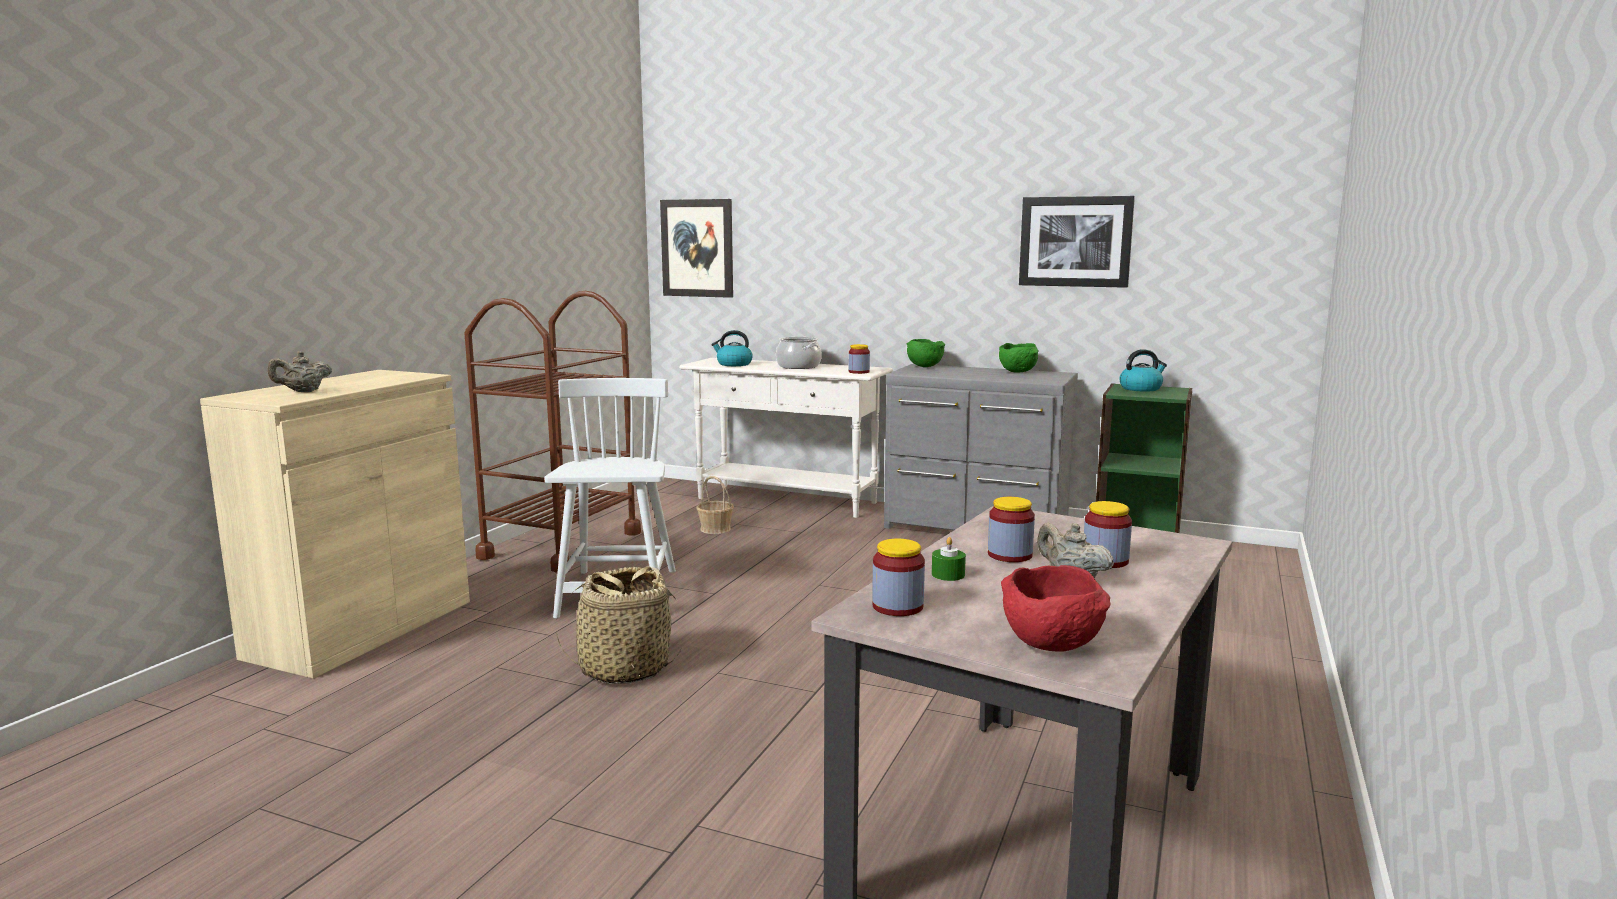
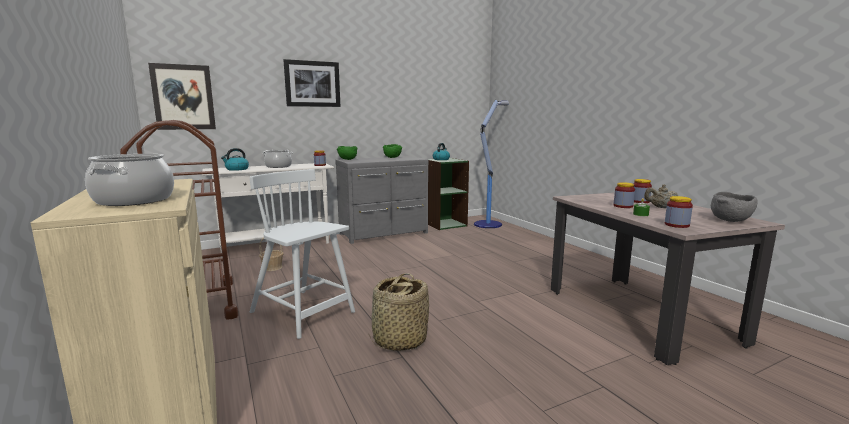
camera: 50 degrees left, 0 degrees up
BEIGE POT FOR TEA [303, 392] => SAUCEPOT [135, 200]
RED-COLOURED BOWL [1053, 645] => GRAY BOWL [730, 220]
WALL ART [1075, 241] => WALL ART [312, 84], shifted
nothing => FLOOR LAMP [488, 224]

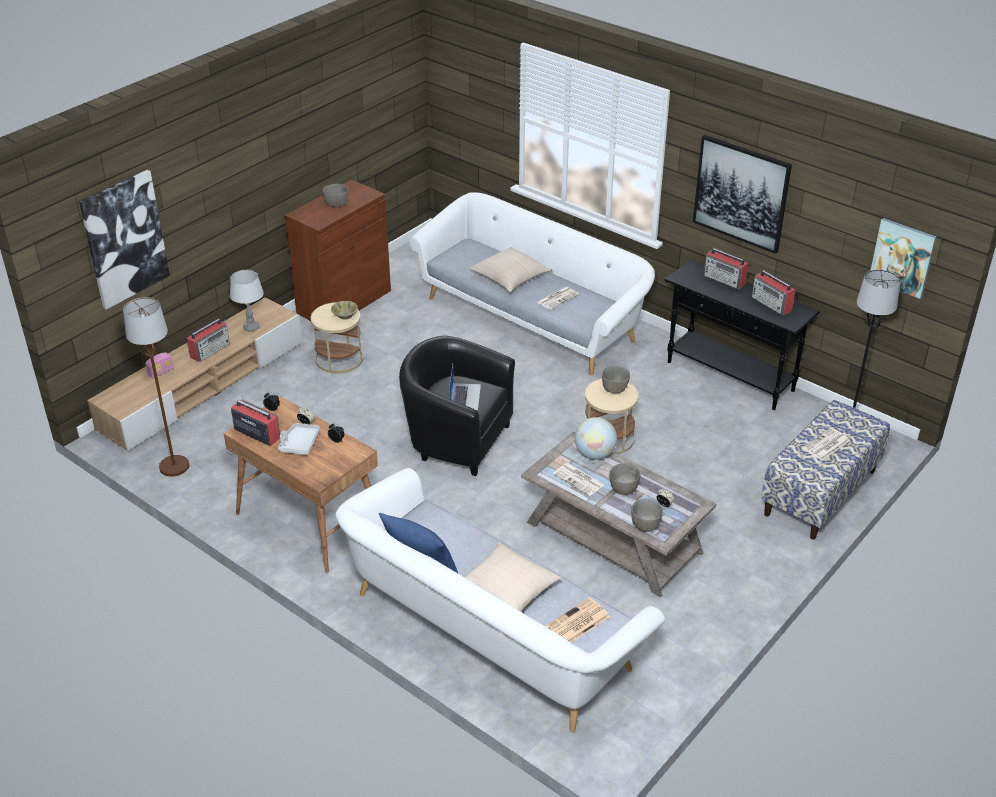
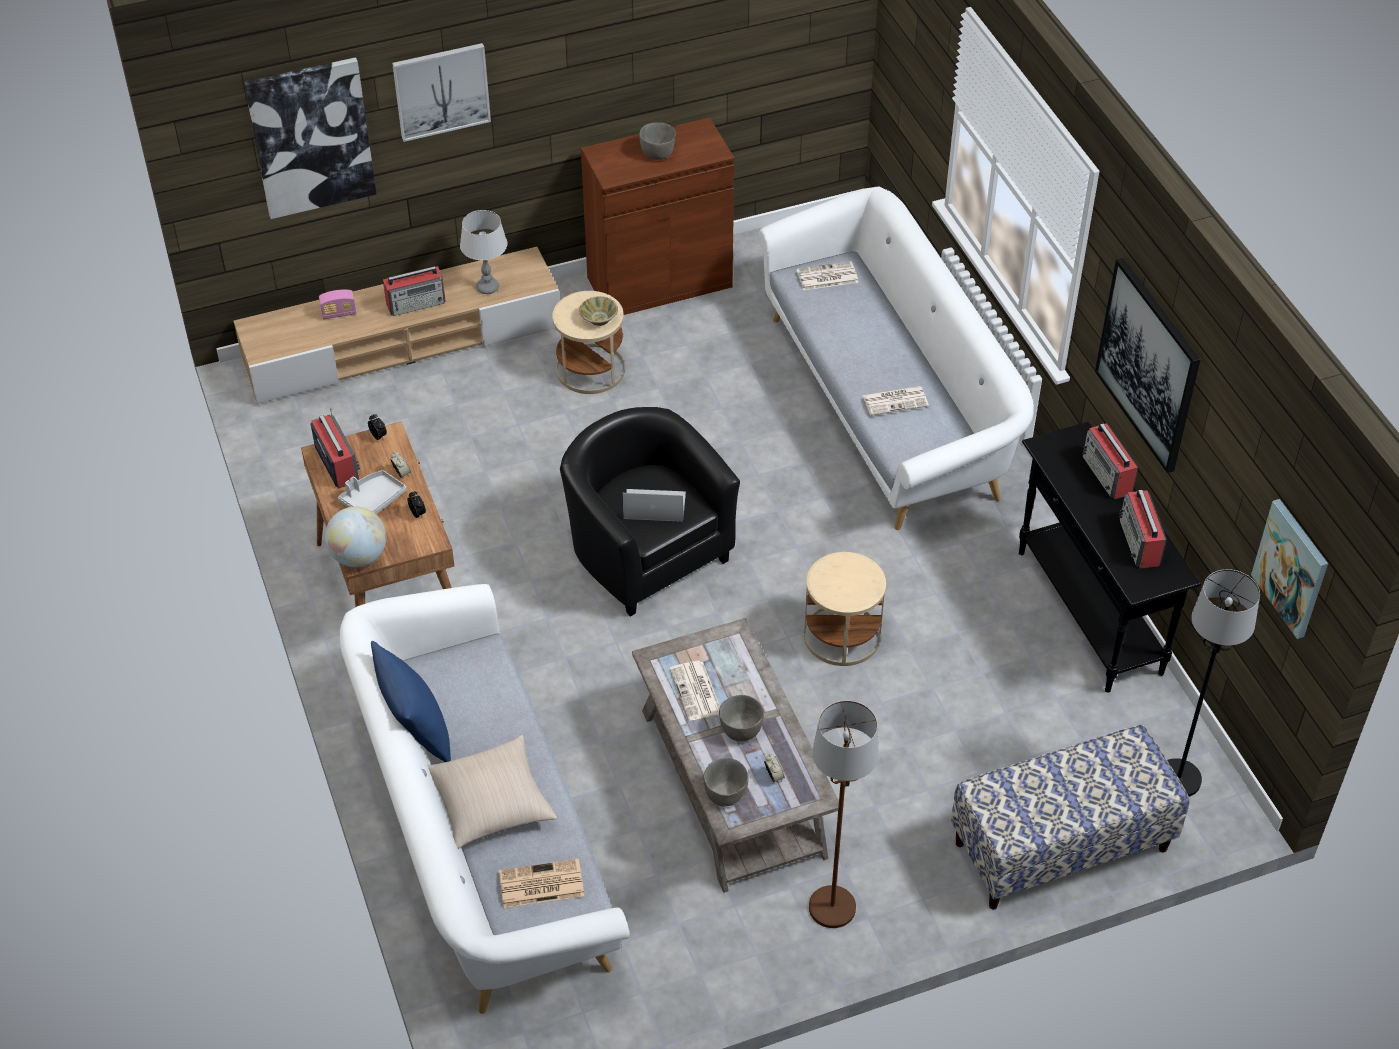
camera: 30 degrees right, 10 degrees up
BROWNISH FLOOR LAMP [174, 466] => BROWNISH FLOOR LAMP [832, 907], shifted
PORTABLE COMPUTER [465, 396] => PORTABLE COMPUTER [654, 505], 120 degrees counterclockwise
BEIGE CUSHION [510, 278] => nothing
DESK GLOBE [594, 454] => DESK GLOBE [359, 557], shifted
GRAY BOWL [615, 389] => nothing
DAILY PAPER [826, 445] => DAILY PAPER [826, 277], shifted
nothing => WALL ART [441, 91]

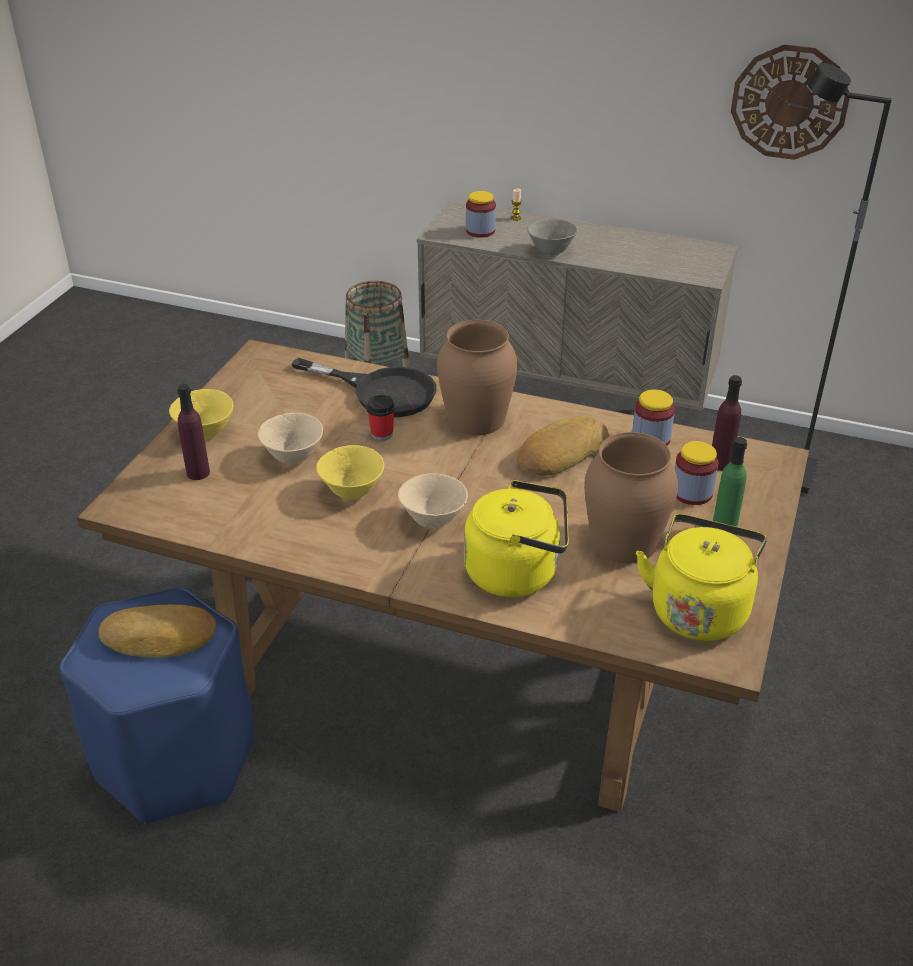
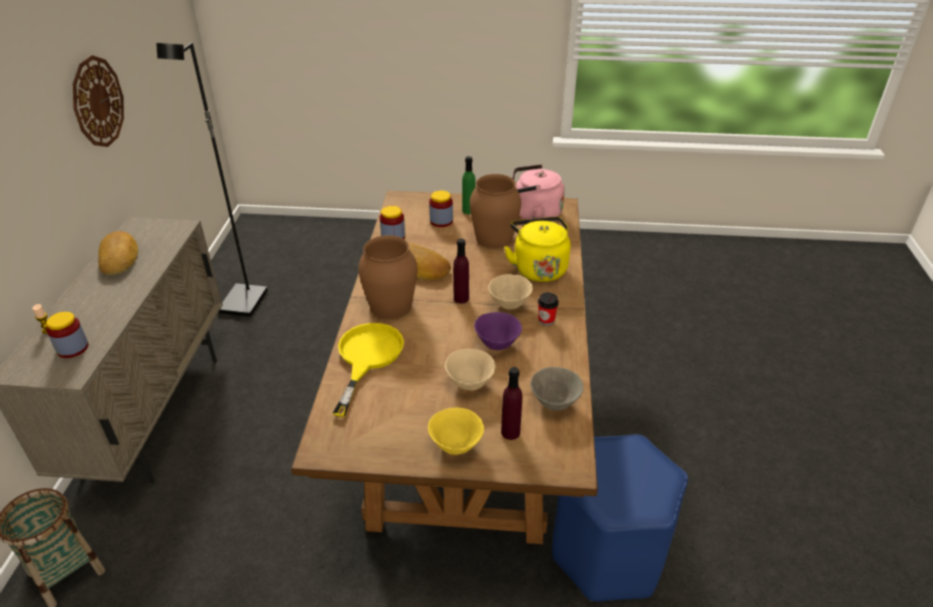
camera: 105 degrees left, 0 degrees up
BAKED BREAD [159, 638] => BAKED BREAD [120, 257], shifted
BLACKISH FRYING PAN [381, 391] => YELLOW-COLOURED FRYING PAN [367, 358]
YELLOW-COLOURED BOWL [352, 492] => PURPLE BOWL [497, 344]
DRINKING CUP [382, 434] => DRINKING CUP [546, 320], shifted
GRAY BOWL [550, 252] => GRAY BOWL [554, 404], shifted
YELLOW-COLOURED WATER KETTLE [698, 609] => PINK WATER KETTLE [534, 214]
PURPLE BEVERAGE BOTTLE [720, 463] => PURPLE BEVERAGE BOTTLE [461, 298], shifted

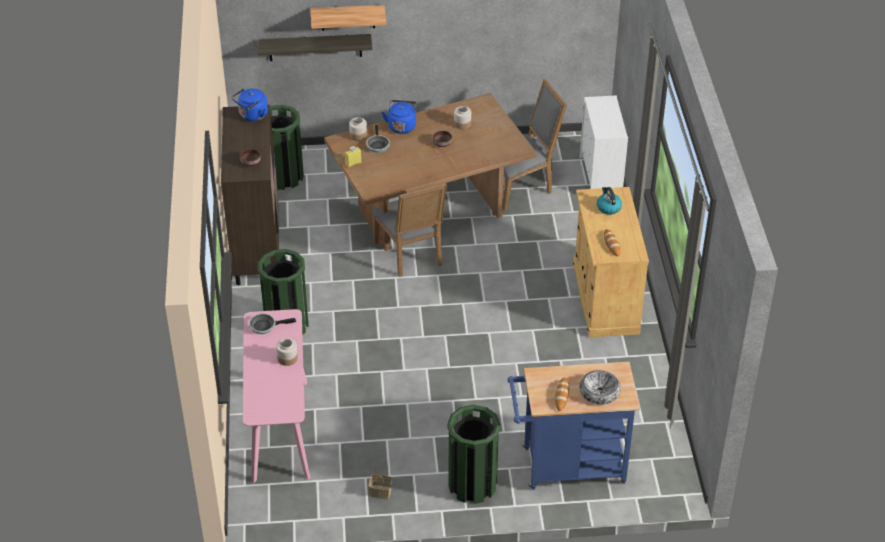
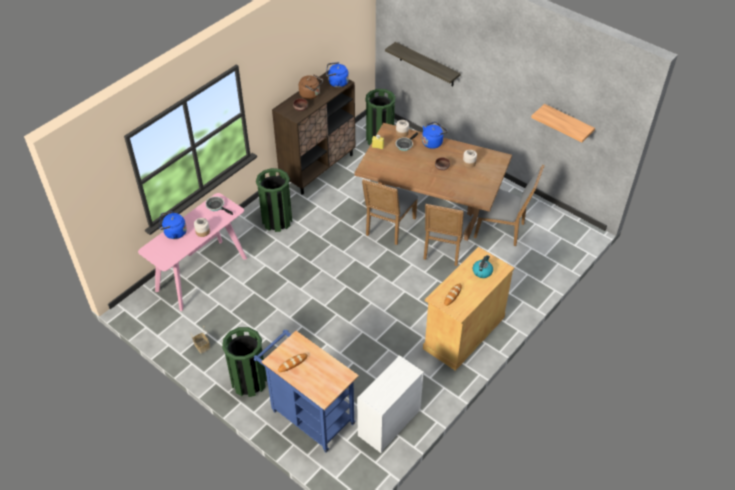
camera: 45 degrees right, 5 degrees up
WALL SHELF [348, 17] => WALL SHELF [567, 123], shifted
BOWL [599, 392] => nothing
WHITE CHEST OF DRAWERS [600, 177] => WHITE CHEST OF DRAWERS [388, 423], shifted
nothing => BLUE-COLOURED WATER KETTLE [174, 233]
nothing => BROWNISH WATER KETTLE [311, 94]
nothing => GRAY PLAIN CHAIR [443, 249]

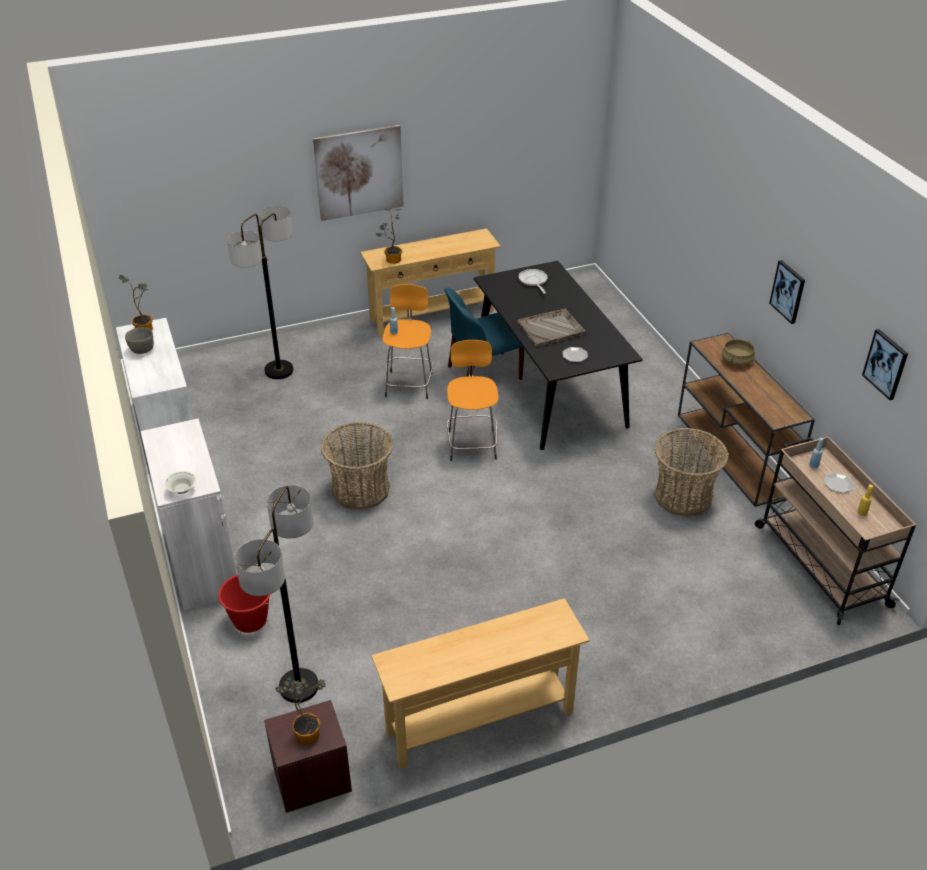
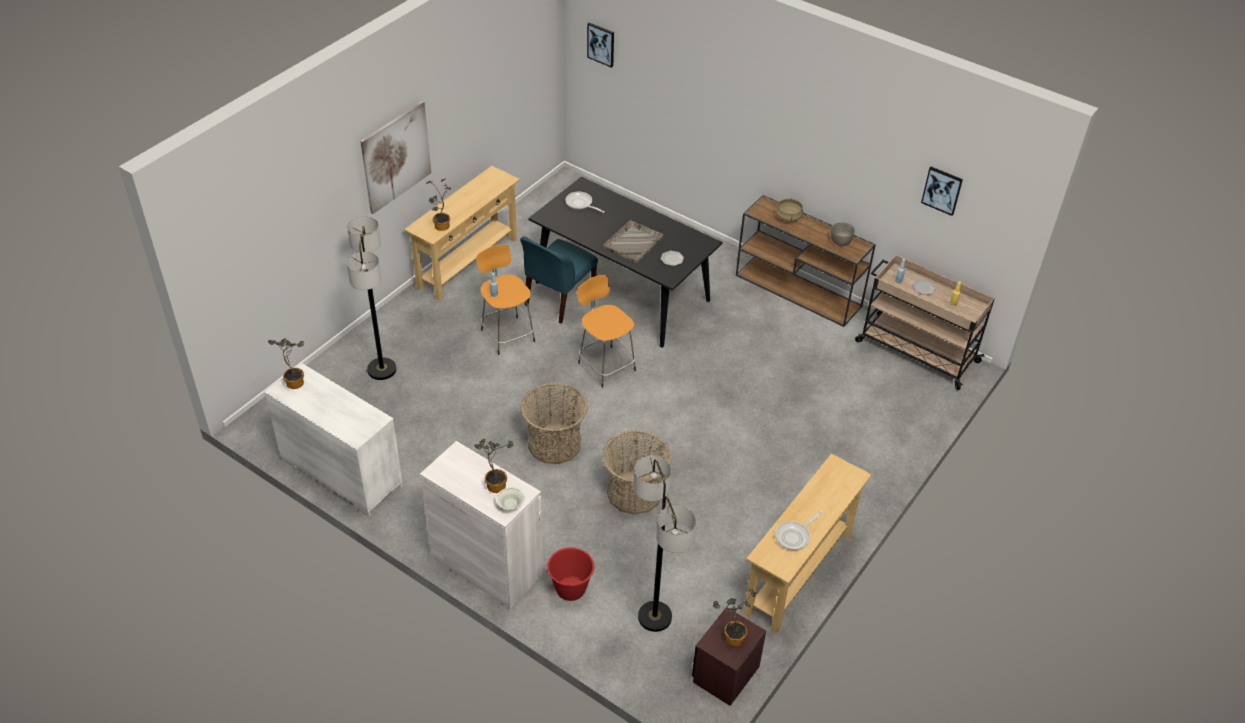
camera: 35 degrees left, 5 degrees up
GRAY BOWL [142, 349] => GRAY BOWL [840, 241], shifted
STORAGE BASKET [683, 496] => STORAGE BASKET [634, 492], shifted
WALL ART [788, 291] => WALL ART [601, 44], shifted
nothing => PLANT IN A POT [495, 483]
nothing => FRYING PAN [795, 536]

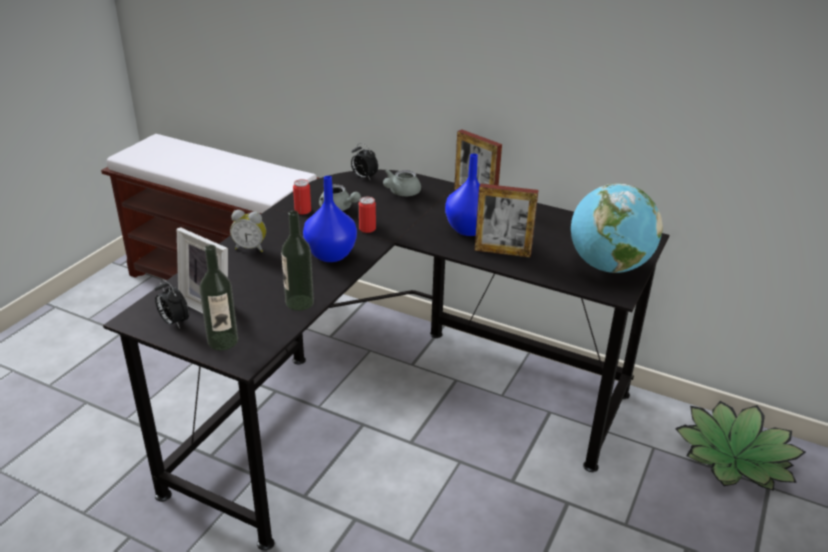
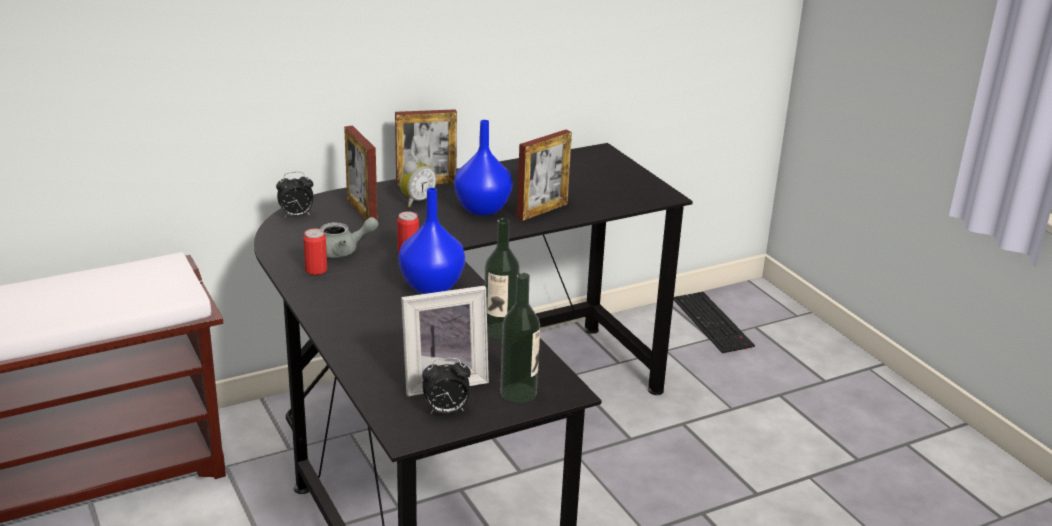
camera: 55 degrees left, 5 degrees down
ALARM CLOCK [250, 248] => ALARM CLOCK [416, 201], shifted
GRAY POT FOR TEA [401, 193] => PICTURE FRAME [362, 211]
DESK GLOBE [608, 267] => nothing
PLANT IN A POT [734, 458] => PC KEYBOARD [714, 323]

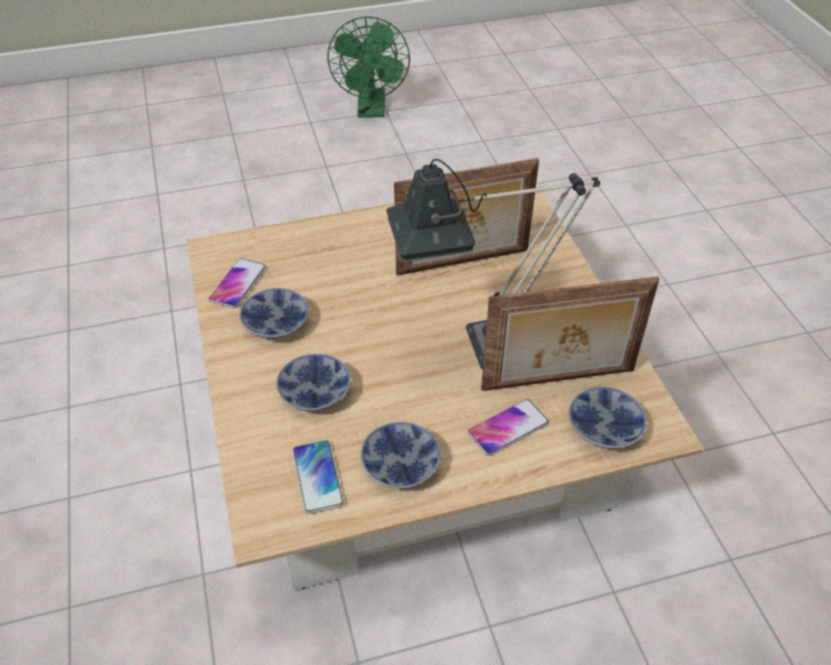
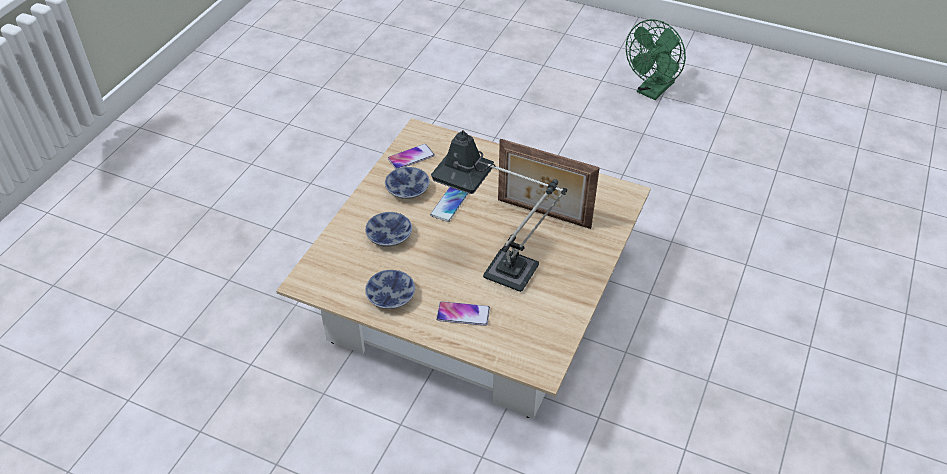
camera: 40 degrees right, 0 degrees up
HANDSET [317, 477] => HANDSET [449, 205], shifted
PICTURE FRAME [559, 381] => nothing
BOWL [603, 430] => nothing

